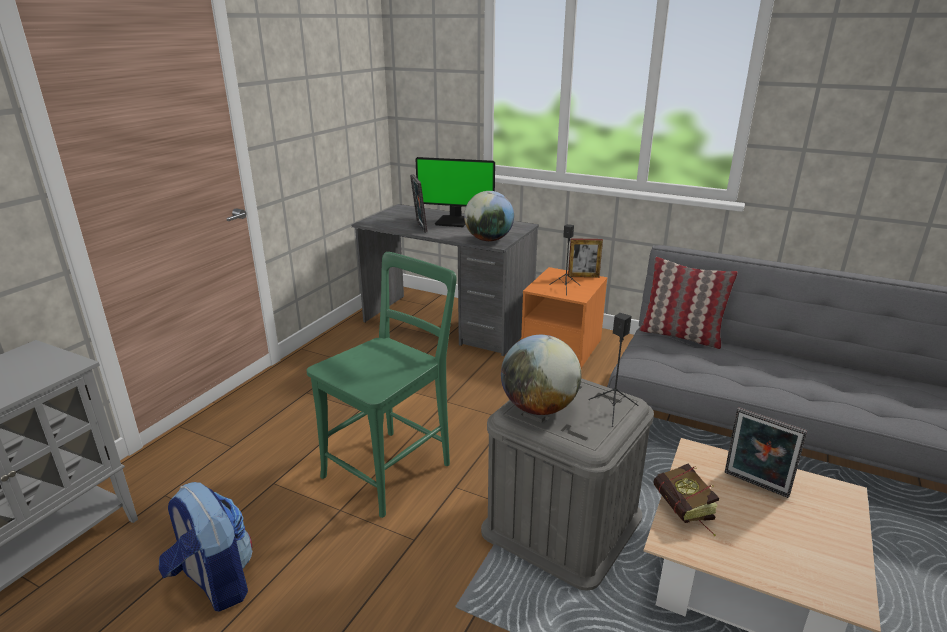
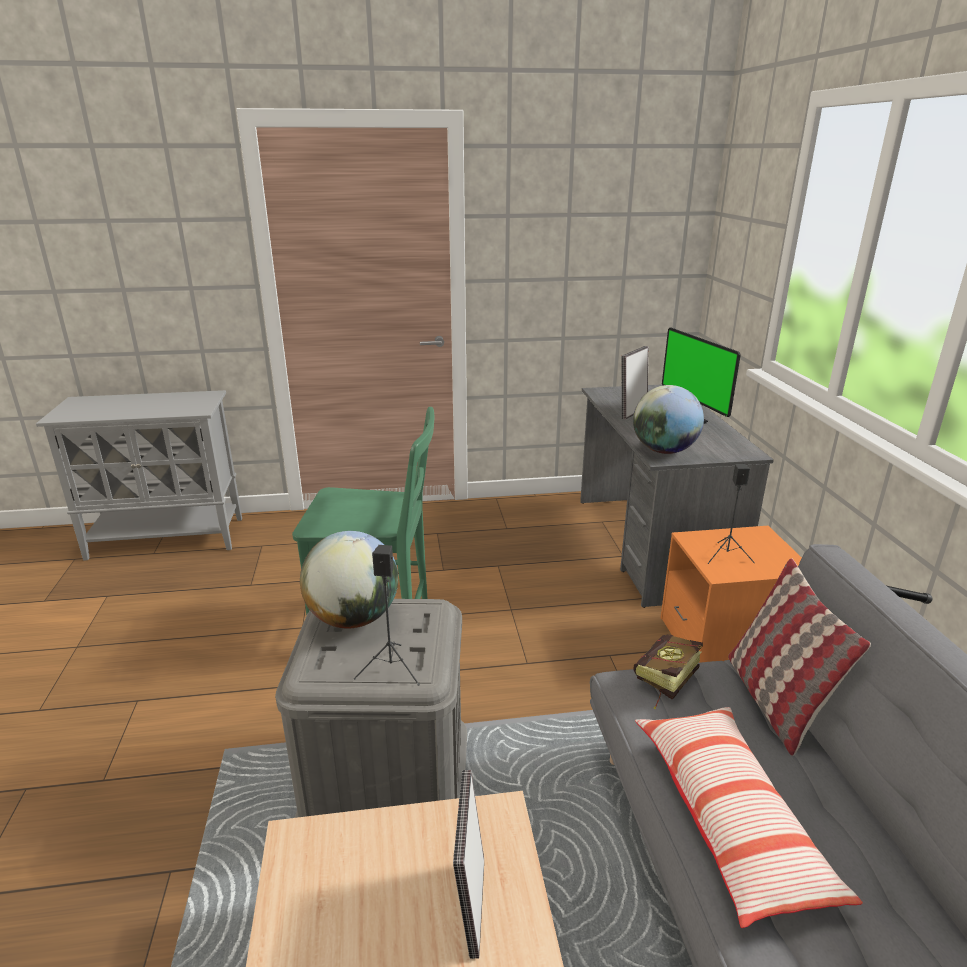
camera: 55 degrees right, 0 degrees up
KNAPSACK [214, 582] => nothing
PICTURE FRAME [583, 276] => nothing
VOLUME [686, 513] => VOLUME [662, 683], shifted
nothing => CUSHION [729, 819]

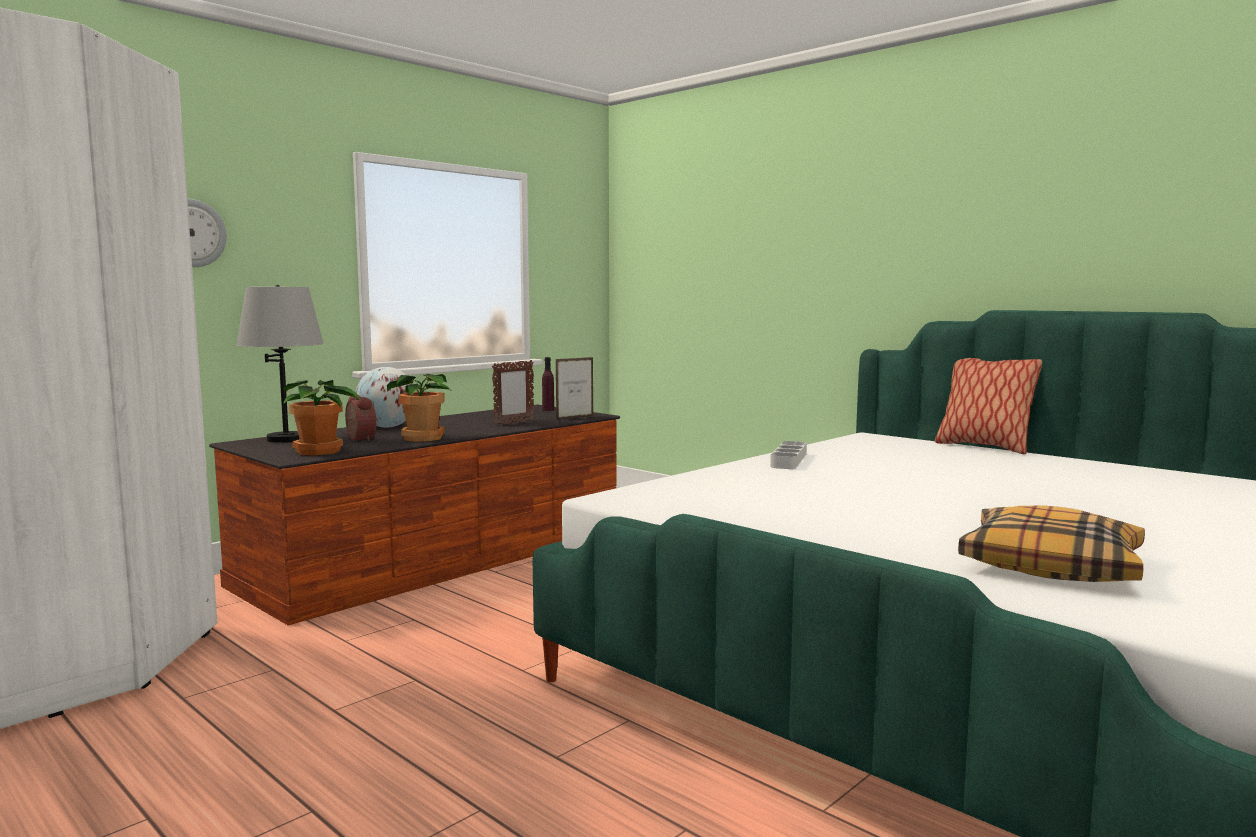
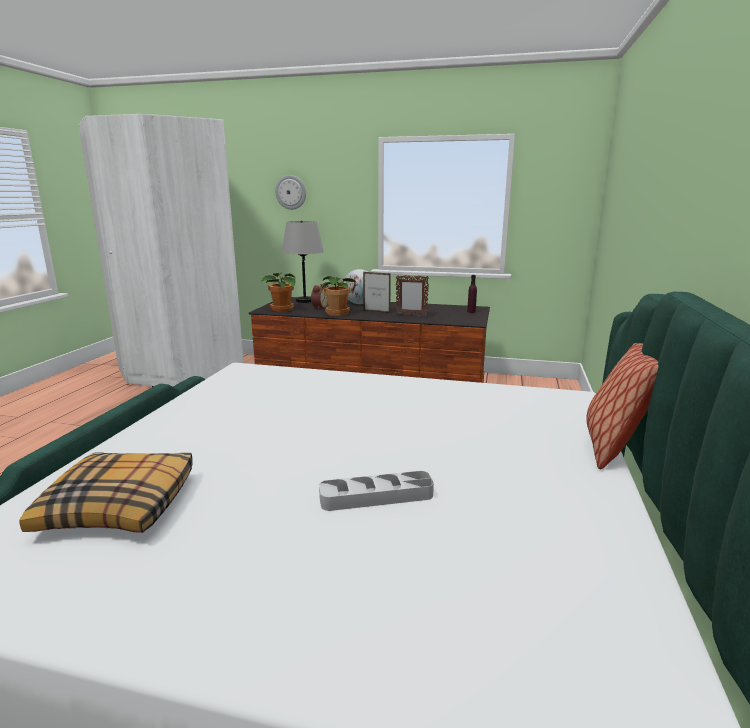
camera: 60 degrees right, 10 degrees up
PICTURE FRAME [575, 418] => PICTURE FRAME [376, 312], shifted
GRAY CARRYING TRAY [789, 460] => GRAY CARRYING TRAY [376, 496], shifted

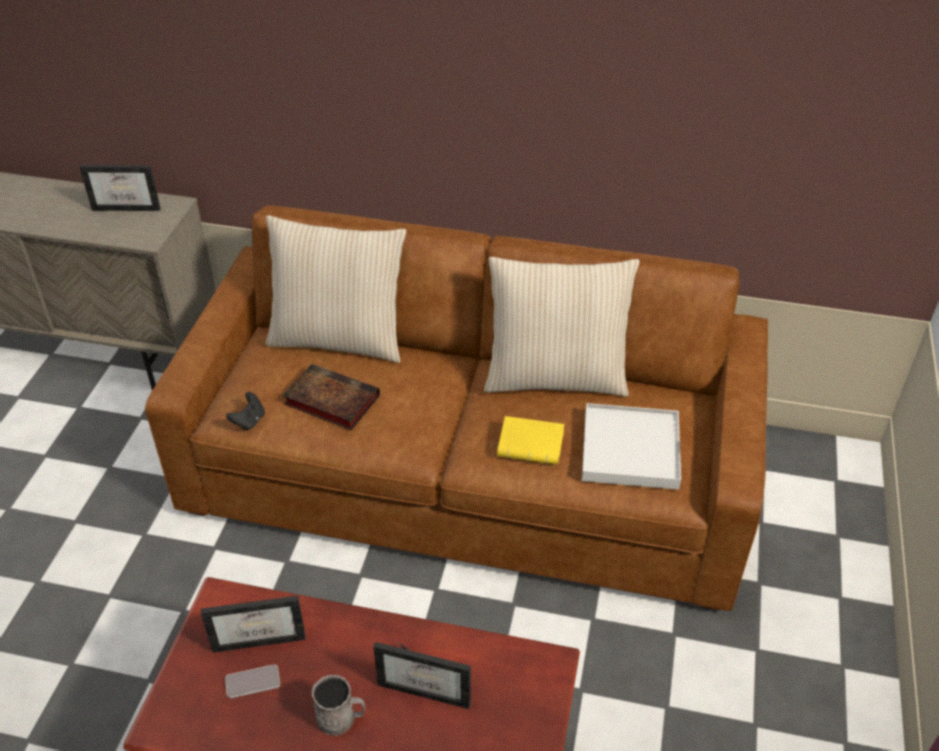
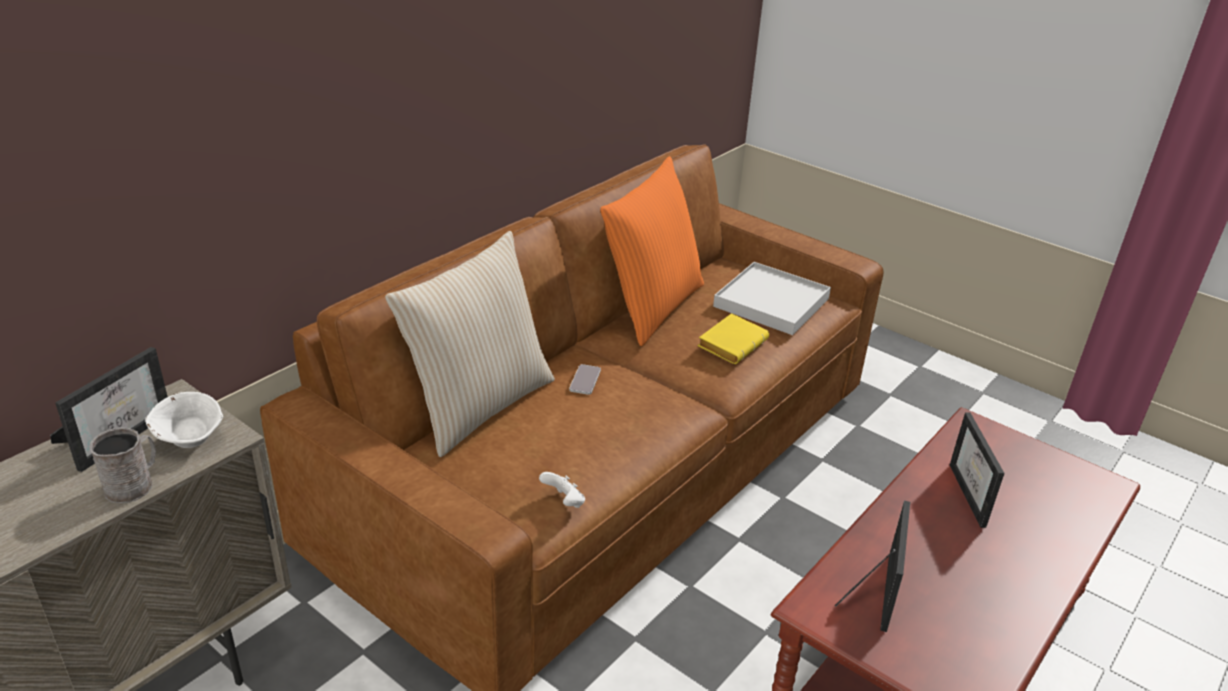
camera: 65 degrees left, 10 degrees down
HANDSET [252, 682] => HANDSET [585, 380], shifted
BLACKISH GAMEPAD [249, 421] => WHITE GAMEPAD [564, 502]
VOLUME [329, 400] => nothing
GRAY MUG [341, 718] => GRAY MUG [134, 484], shifted
PICTURE FRAME [428, 686] => PICTURE FRAME [976, 496], 135 degrees clockwise
BEIGE CUSHION [555, 377] => ORANGE CUSHION [651, 307]
nothing => WHITE BOWL [191, 441]

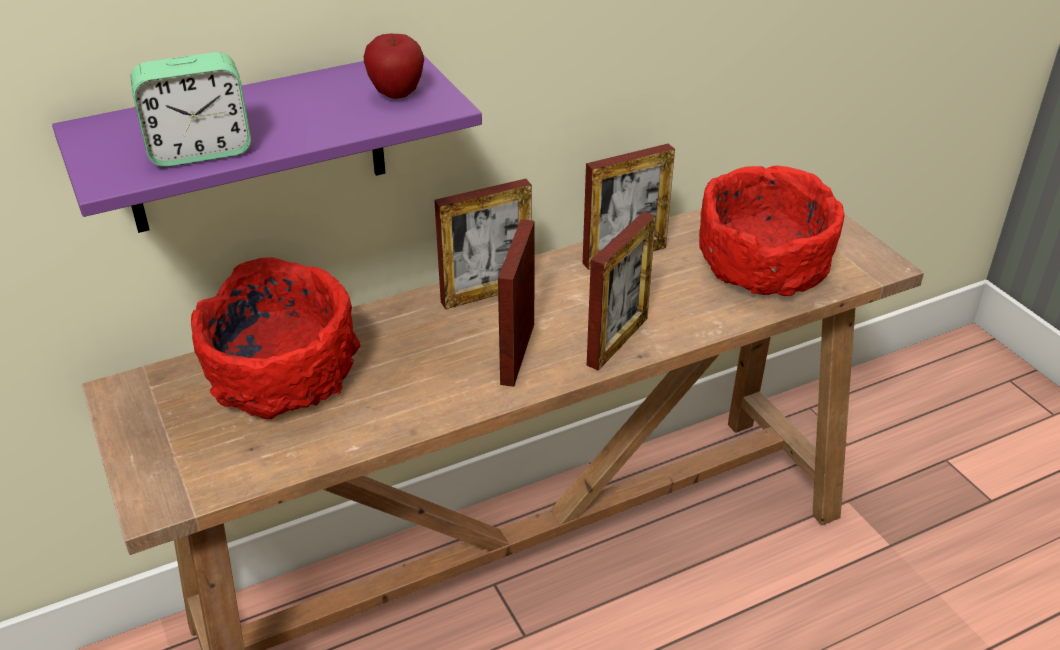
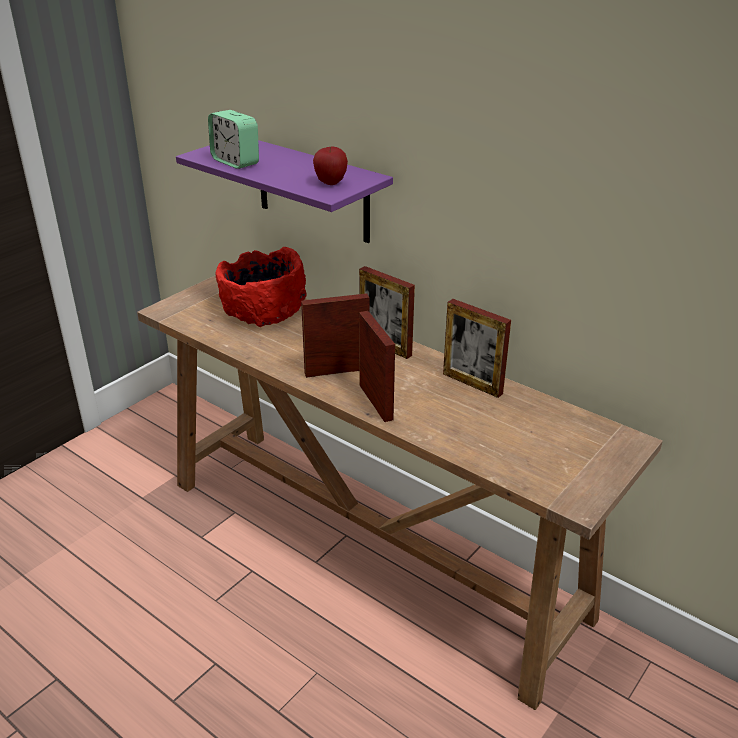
camera: 65 degrees right, 5 degrees down
PICTURE FRAME [617, 341] => PICTURE FRAME [375, 402], 120 degrees counterclockwise
RED-COLOURED BOWL [763, 270] => nothing

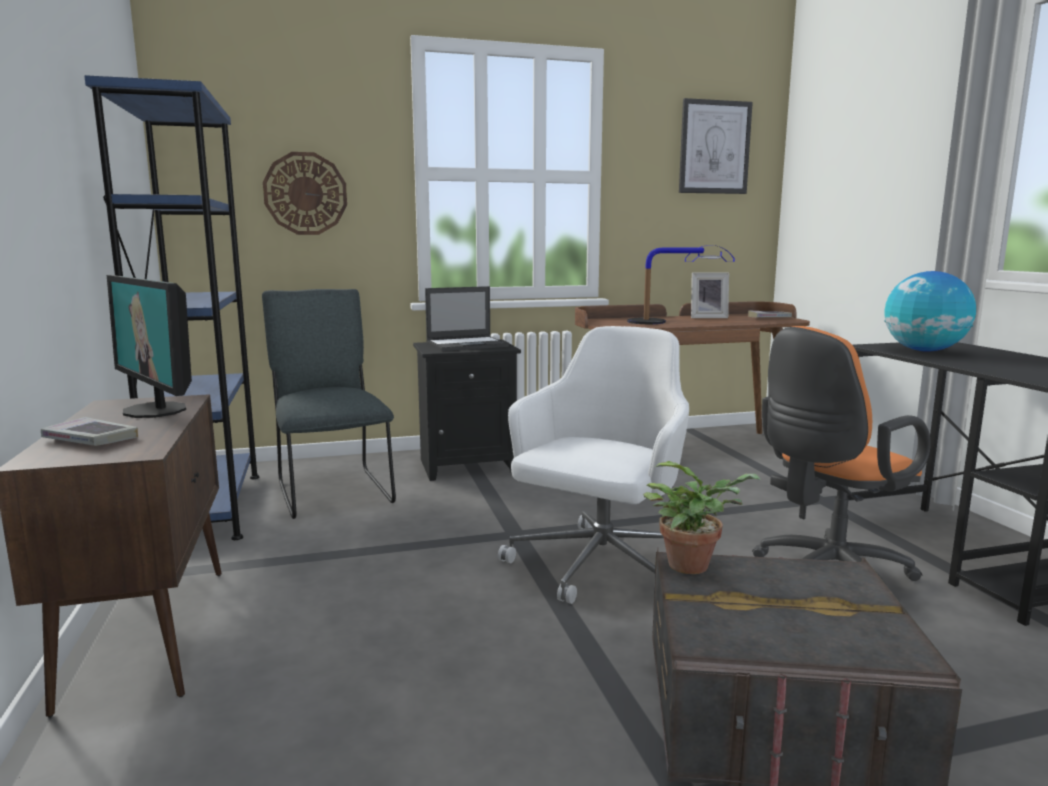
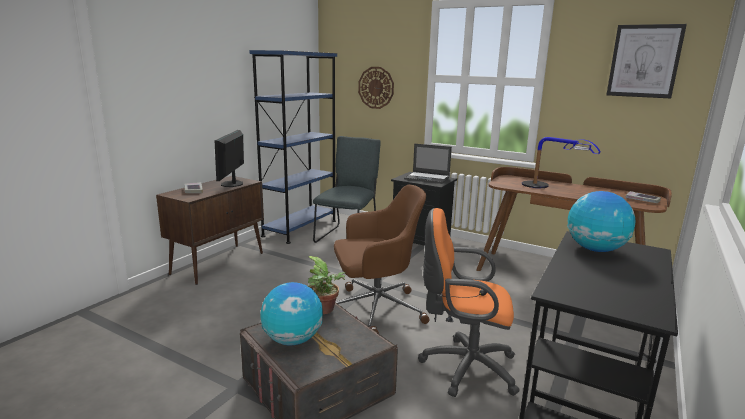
camera: 45 degrees right, 5 degrees up
WHITE DESK CHAIR [599, 568] => BROWNISH DESK CHAIR [375, 309]
PICTURE FRAME [707, 317] => nothing
nothing => DESK GLOBE [292, 340]

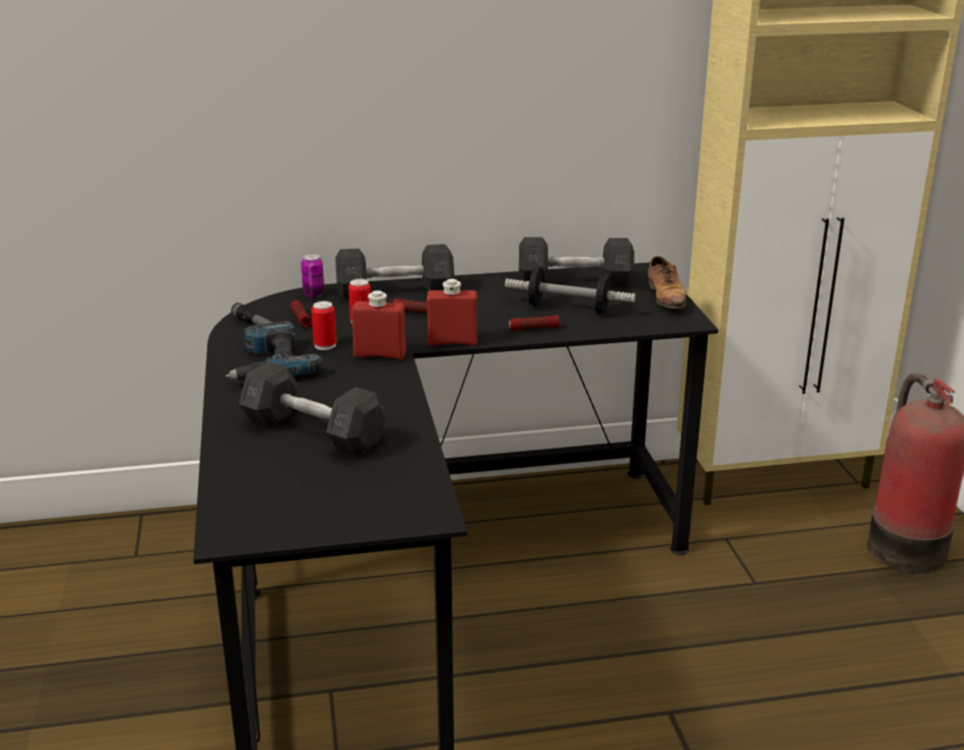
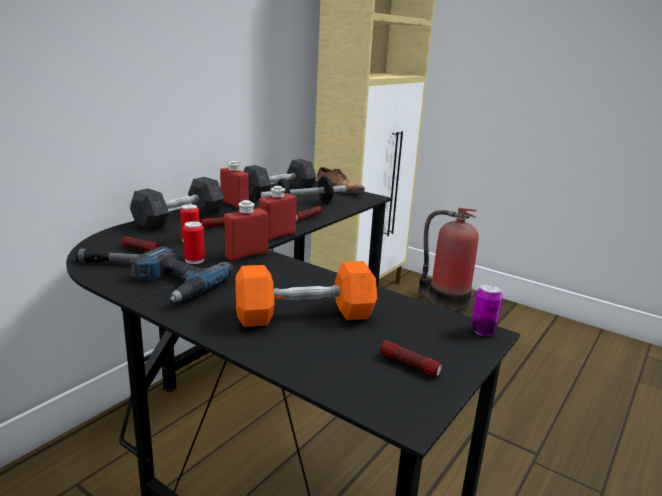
camera: 45 degrees left, 5 degrees down
GRAY DUMBBELL [313, 432] => ORANGE DUMBBELL [305, 315]
METAL CAN [313, 294] => METAL CAN [483, 331], shifted
nothing => RED-COLOURED BEVERAGE BOTTLE [234, 204]
nothing => TORCH [409, 365]

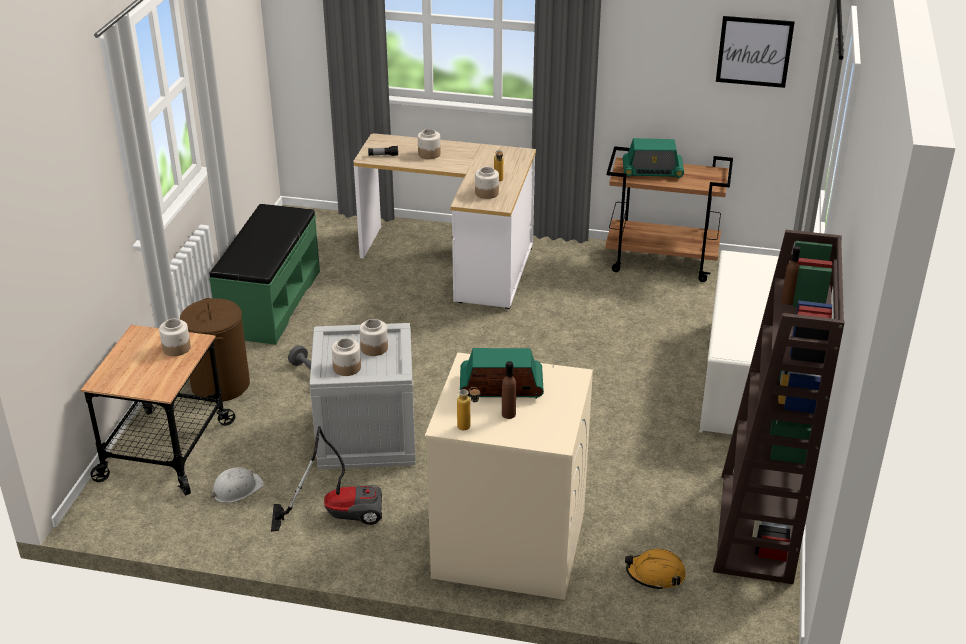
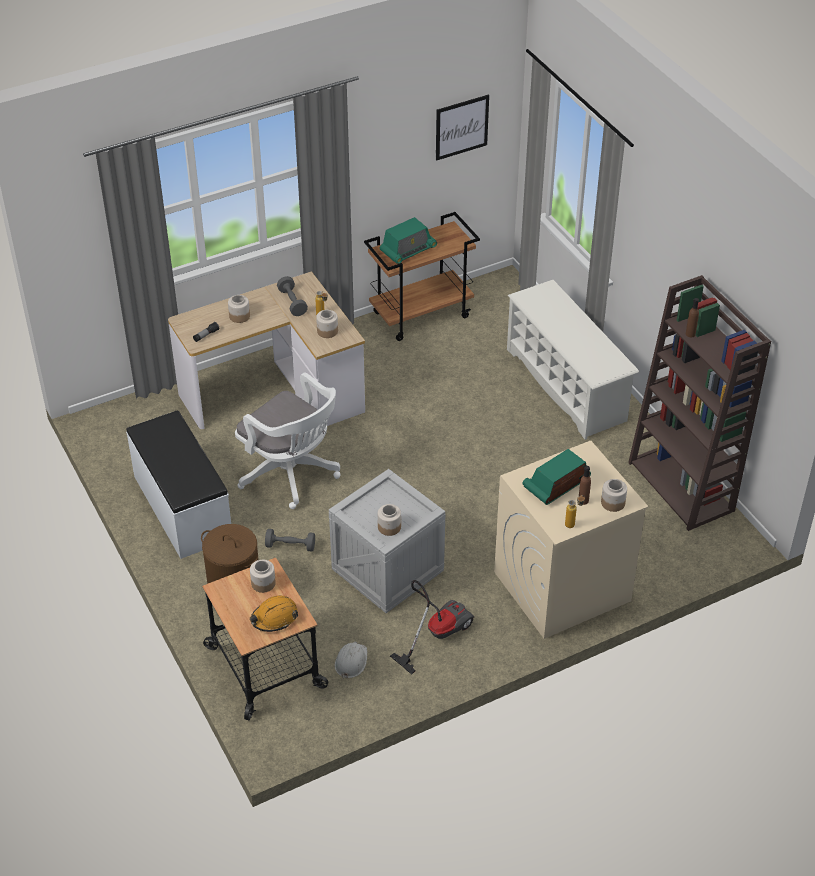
camera: 40 degrees left, 10 degrees up
GREENISH BENCH [269, 303] => WHITE BENCH [181, 507]
JAR [374, 348] => JAR [612, 503], shifted
ORANGE HARD HAT [655, 574] => ORANGE HARD HAT [274, 618], shifted
nothing => WHITE DESK CHAIR [292, 474]
nothing => GRAY DUMBBELL [292, 303]

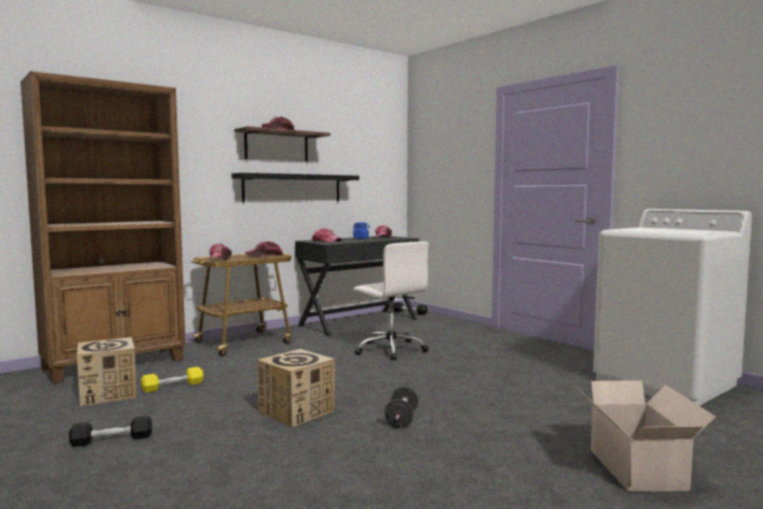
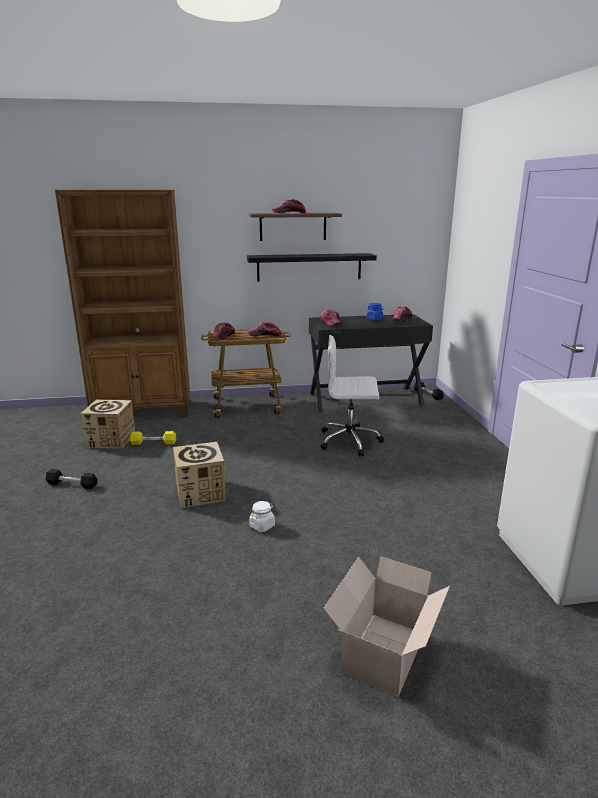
camera: 30 degrees right, 15 degrees up
WHITE DESK CHAIR [390, 350] => WHITE DESK CHAIR [350, 441], 105 degrees clockwise
BLACKISH DUMBBELL [401, 420] => WHITE JAR [262, 526]

